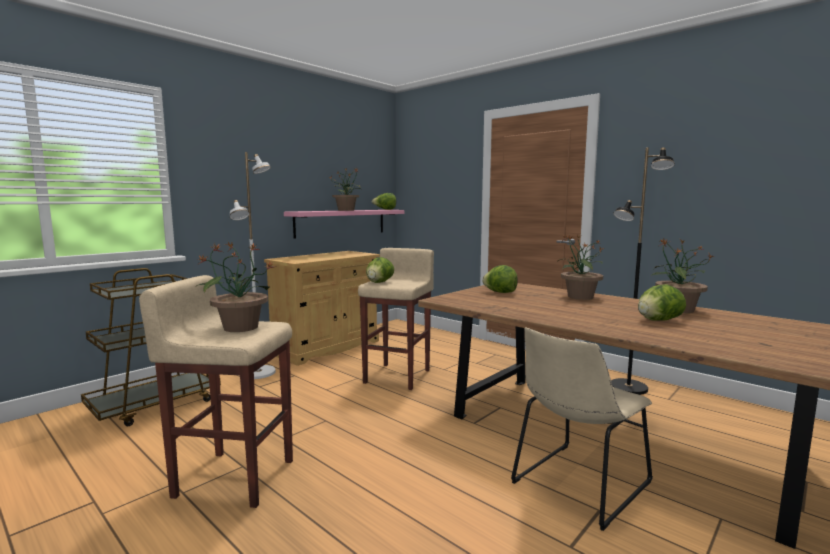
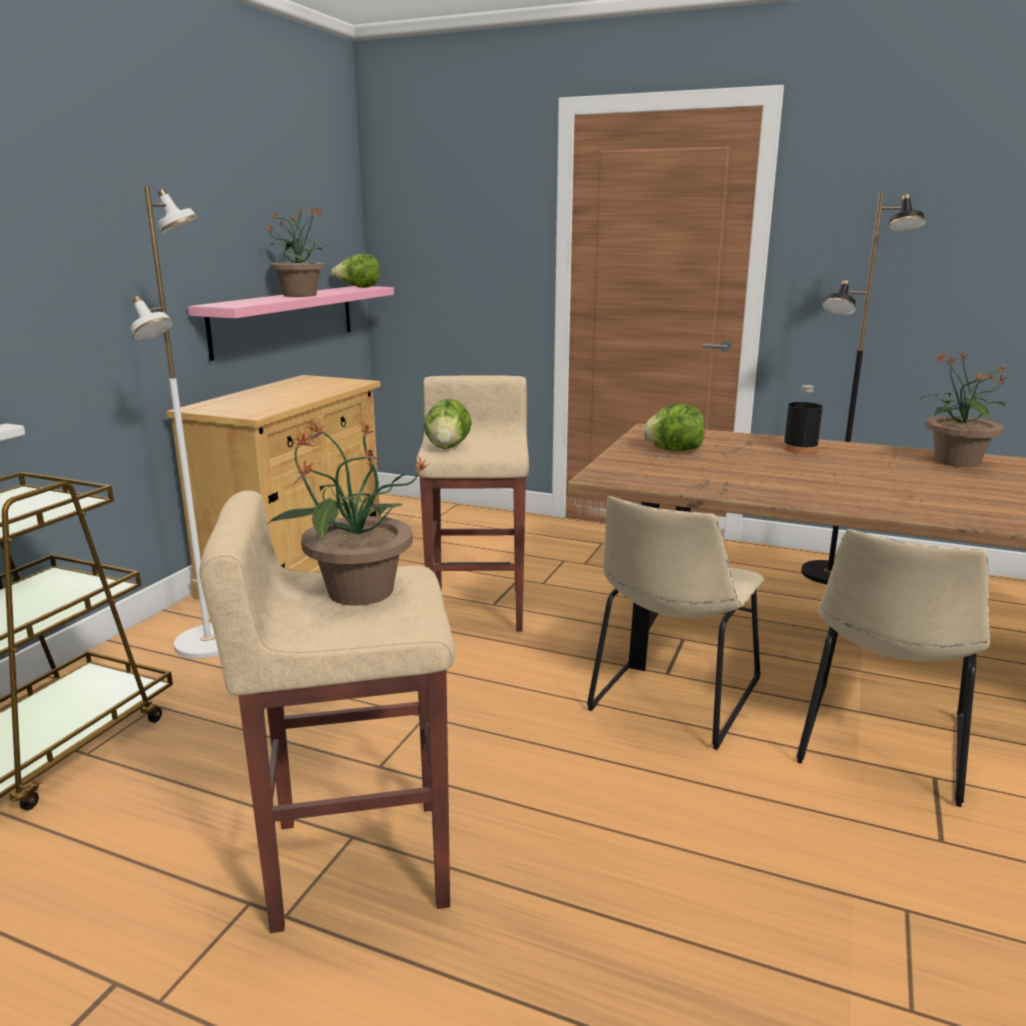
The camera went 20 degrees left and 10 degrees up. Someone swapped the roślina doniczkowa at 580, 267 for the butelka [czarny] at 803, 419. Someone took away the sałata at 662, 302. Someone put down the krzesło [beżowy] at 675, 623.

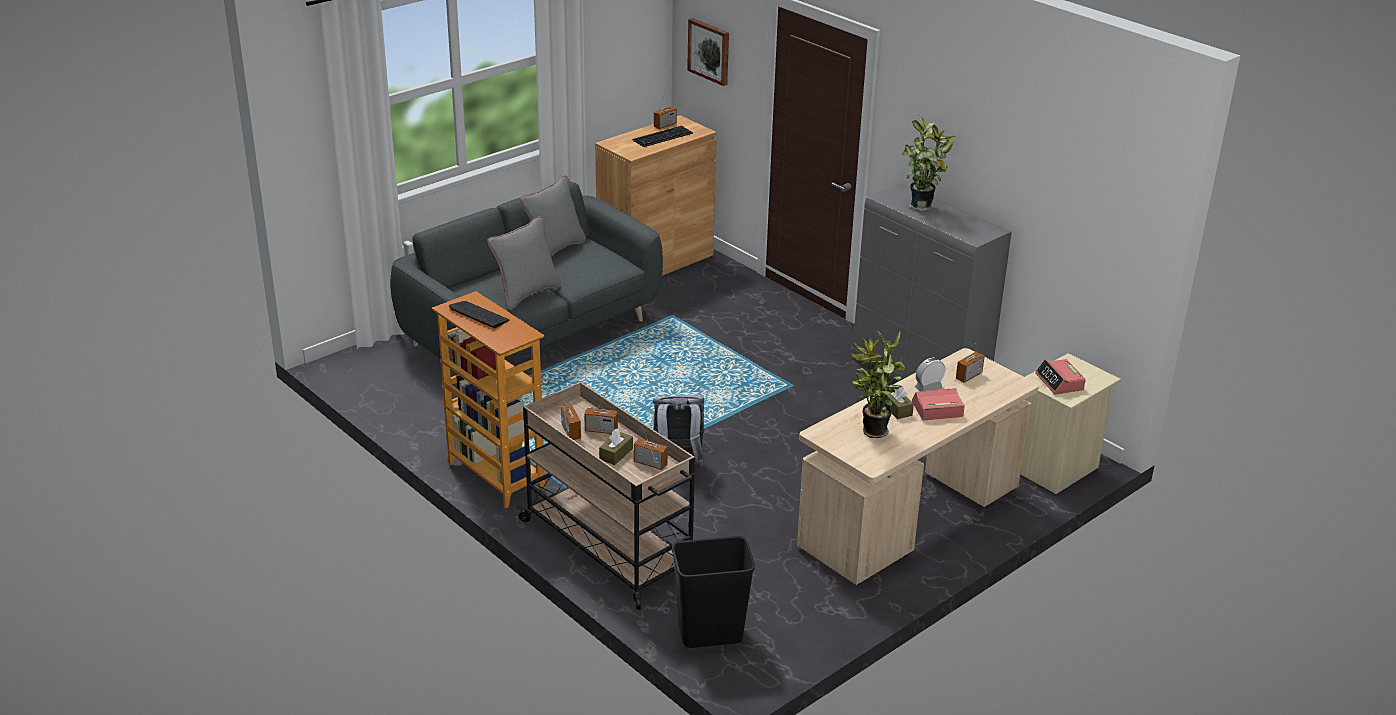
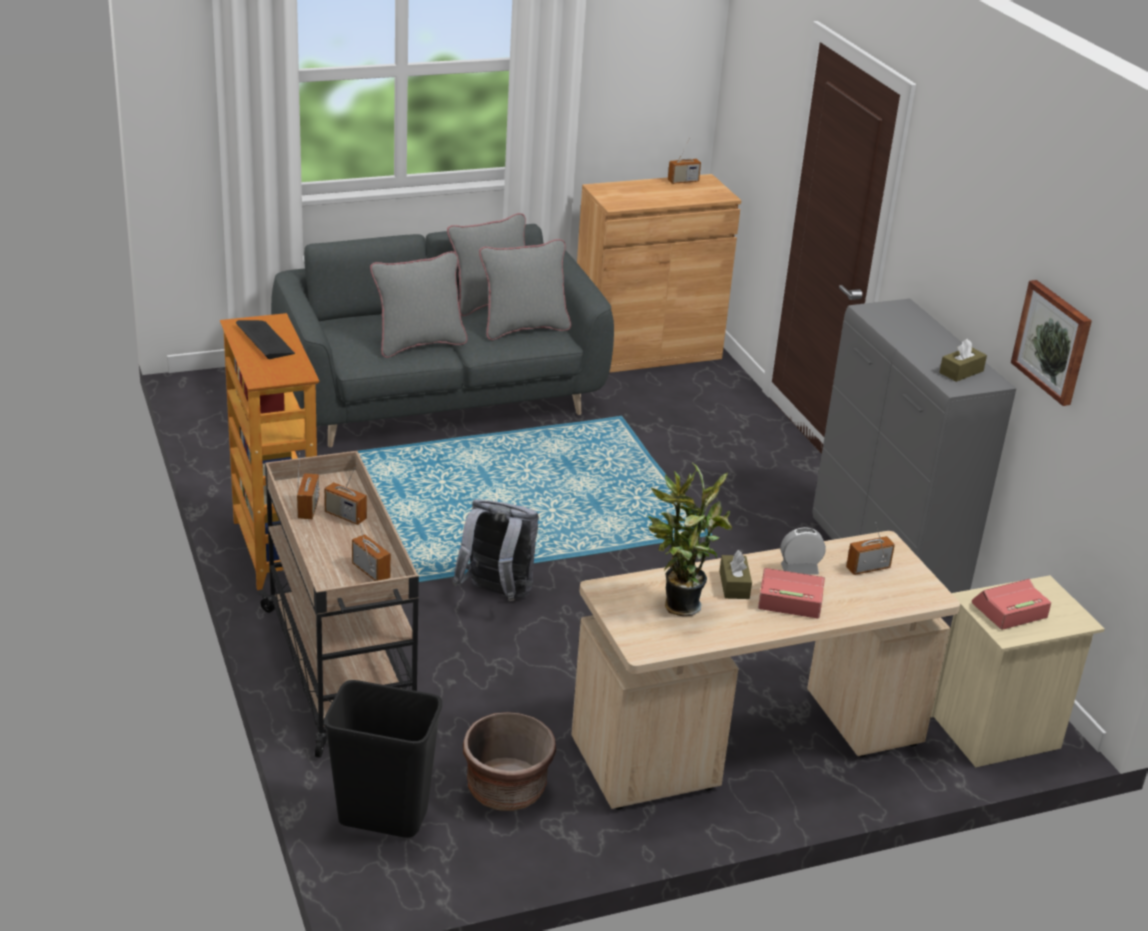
The camera went 20 degrees right and 0 degrees up. Someone carried the obraz from 708, 52 to 1051, 343. Someone took away the roślina doniczkowa at 929, 163. Someone took away the klawiatura at 663, 136. Someone rotated the budzik at 1060, 377 by 60 degrees clockwise. Someone carried the pudełko chusteczek [brązowy] from 616, 447 to 963, 360. Someone put down the poduszka [szary] at 525, 289. Someone put down the donica [brązowy] at 509, 761.

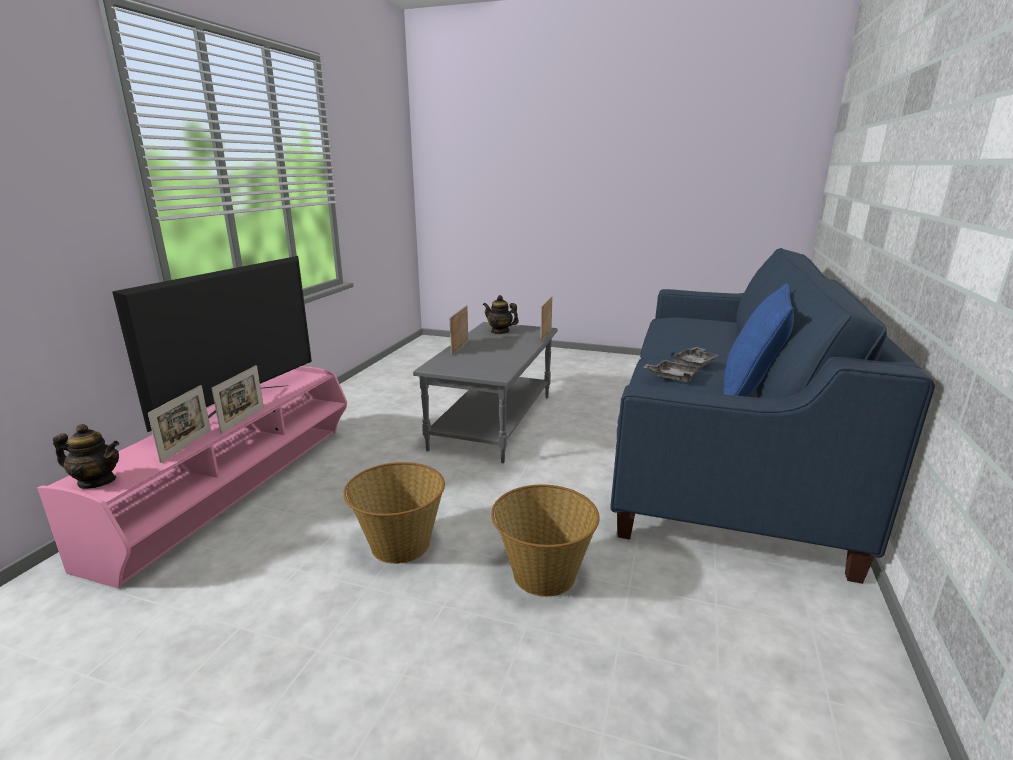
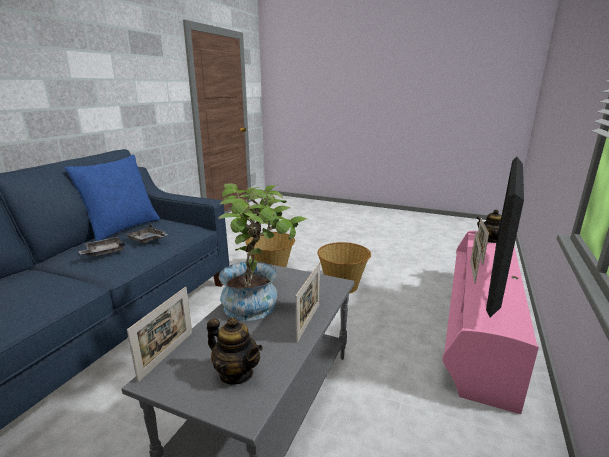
The camera went 175 degrees left and 0 degrees up. Someone put down the roślina doniczkowa at 262, 252.

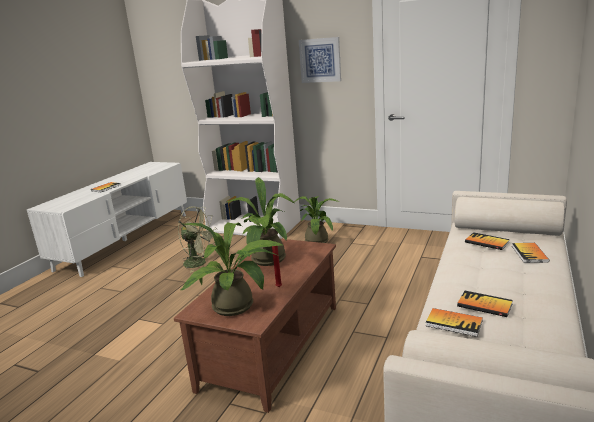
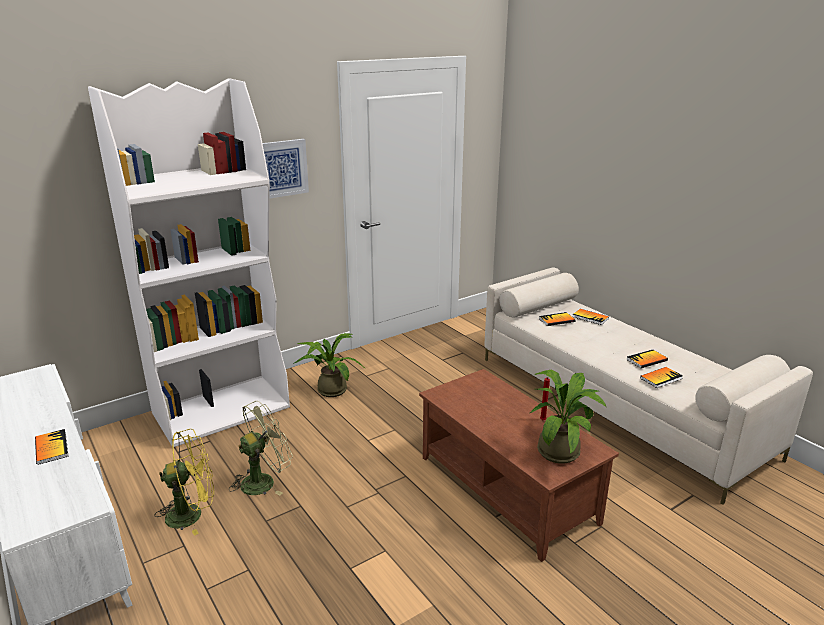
The camera went 60 degrees left and 5 degrees up. Someone took away the roślina doniczkowa at 261, 221. Someone put down the wentylator [żółty] at 184, 482.

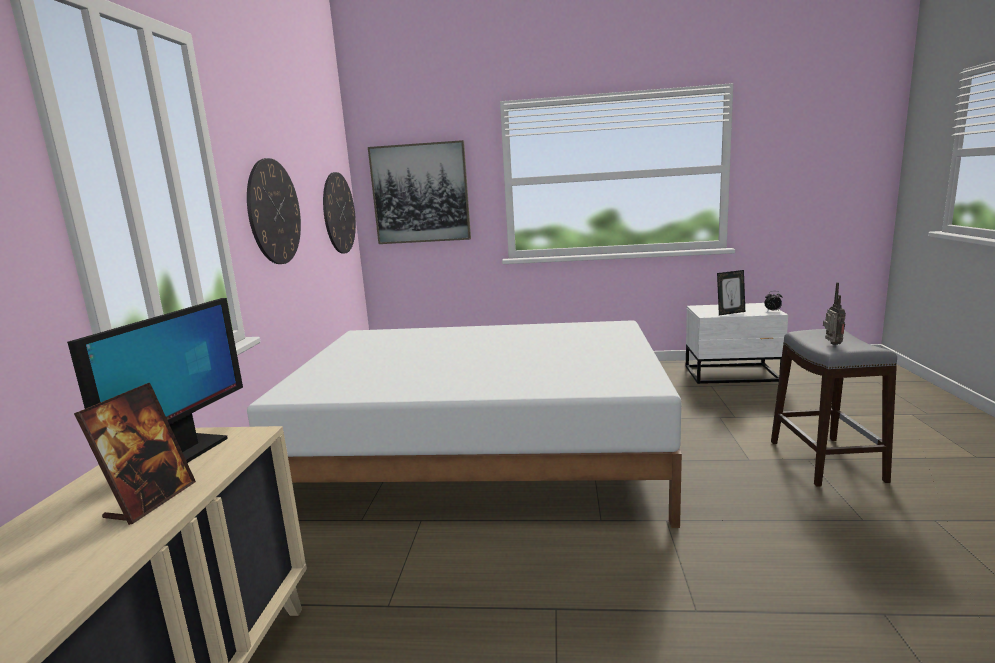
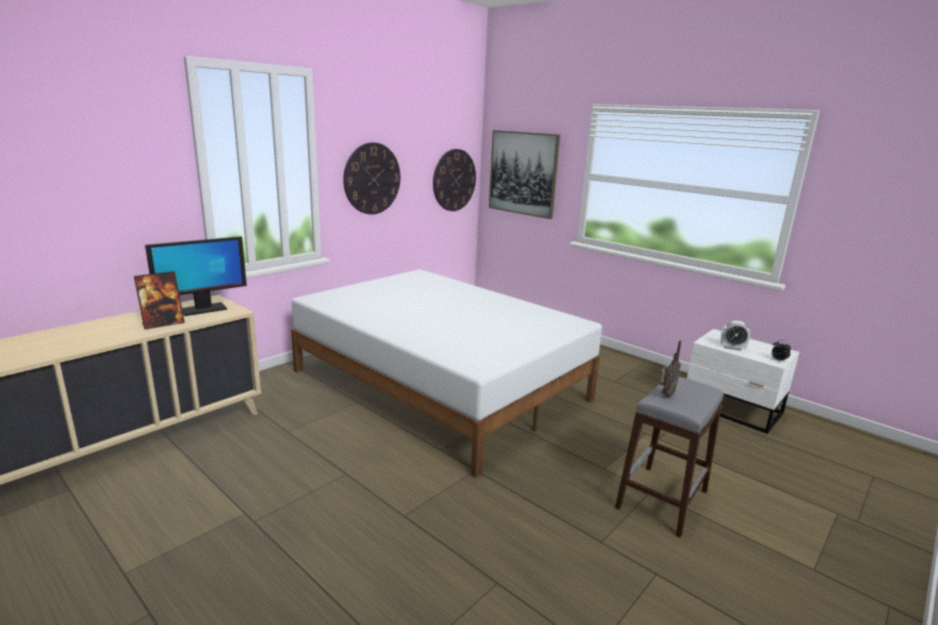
The camera went 35 degrees right and 5 degrees up. Someone swapped the ramka na zdjęcie at 731, 293 for the budzik at 735, 336.

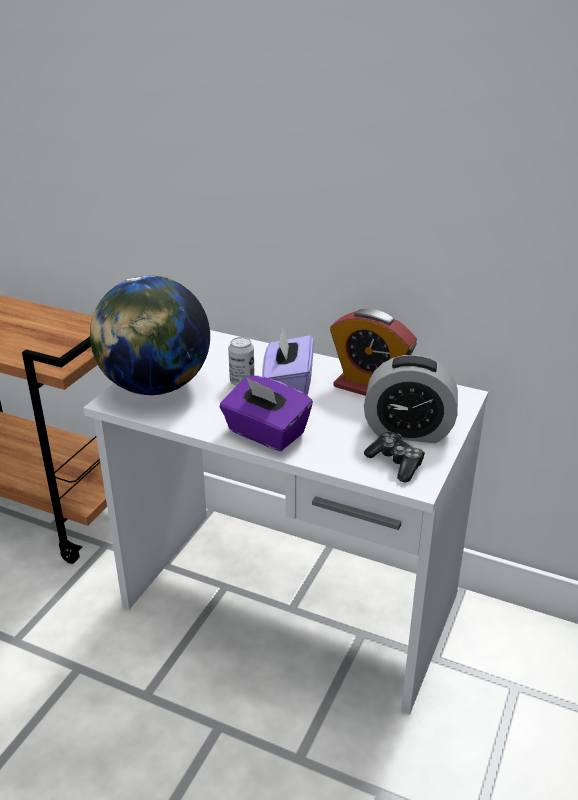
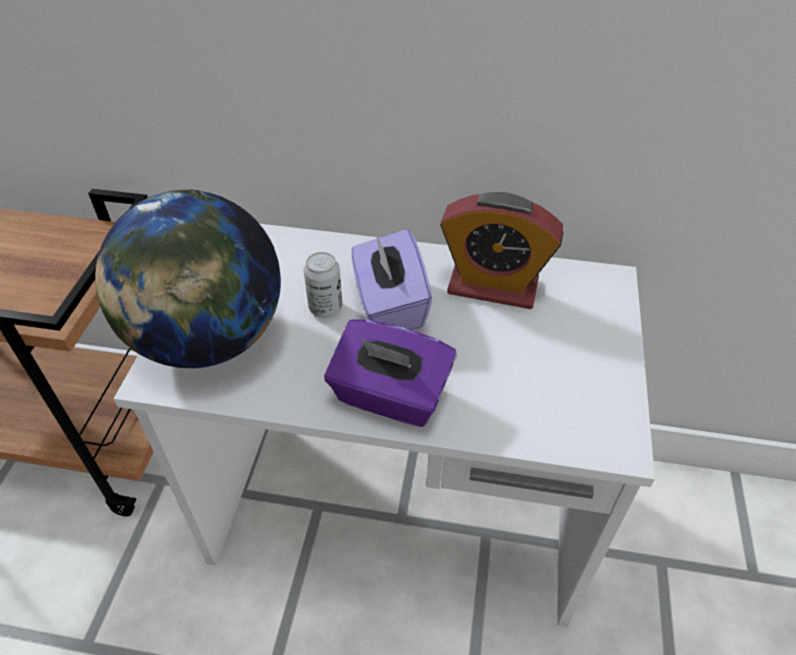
The camera went 15 degrees left and 15 degrees up. Someone took away the budzik at 411, 399. Someone took away the pad do gier at 394, 457.

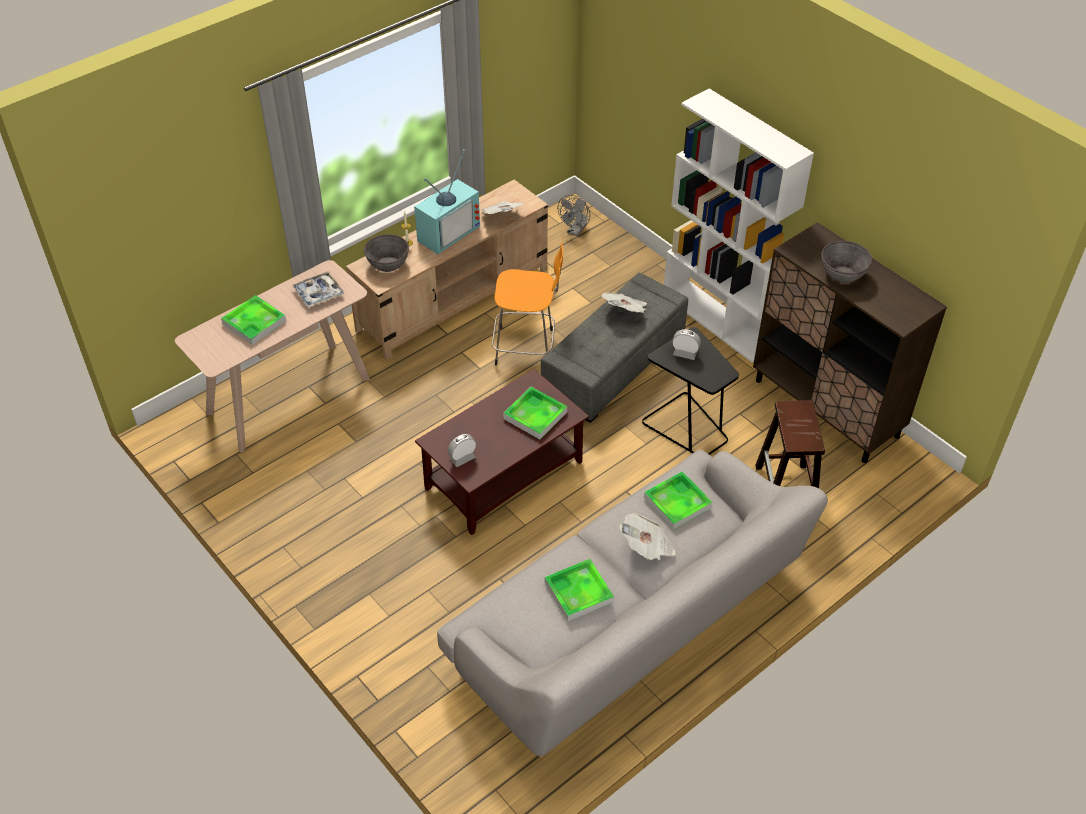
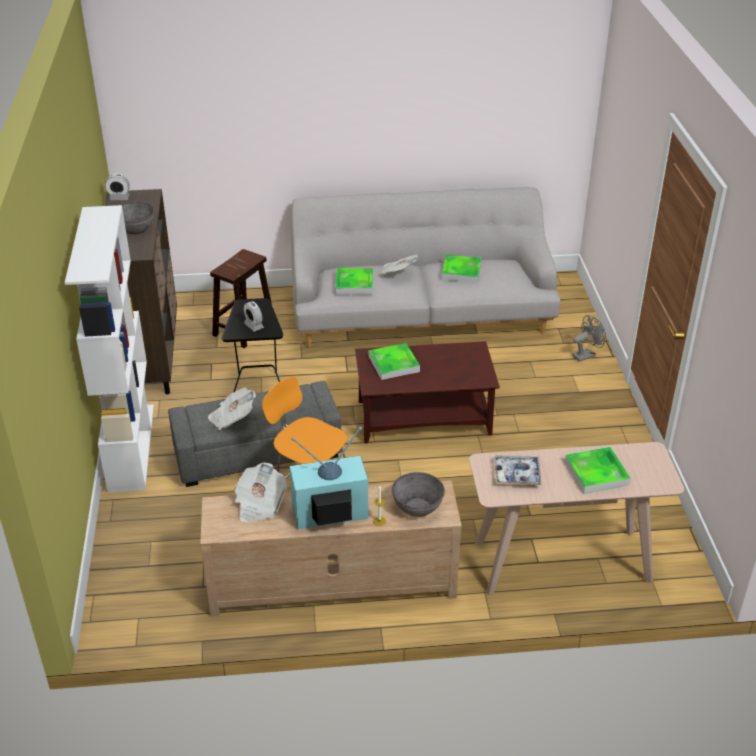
The camera went 145 degrees left and 10 degrees down. Someone carried the wentylator [szary] from 574, 215 to 589, 338. Someone carried the budzik from 462, 450 to 117, 187.

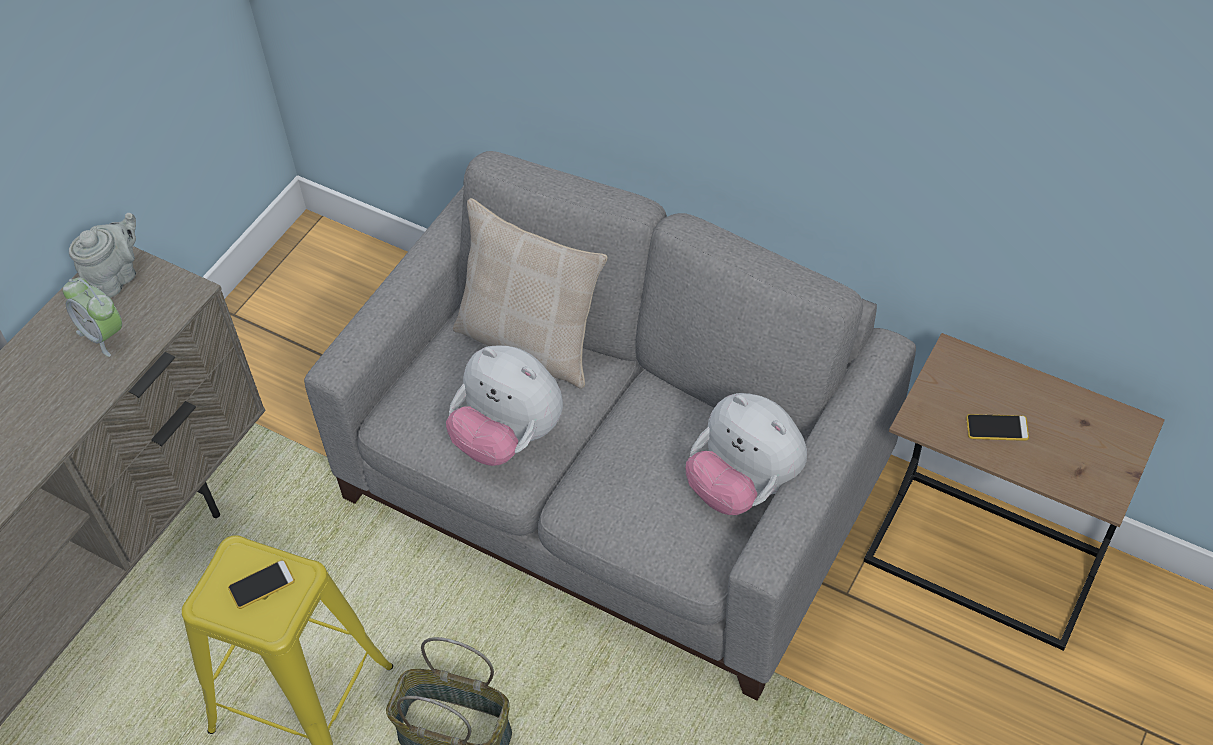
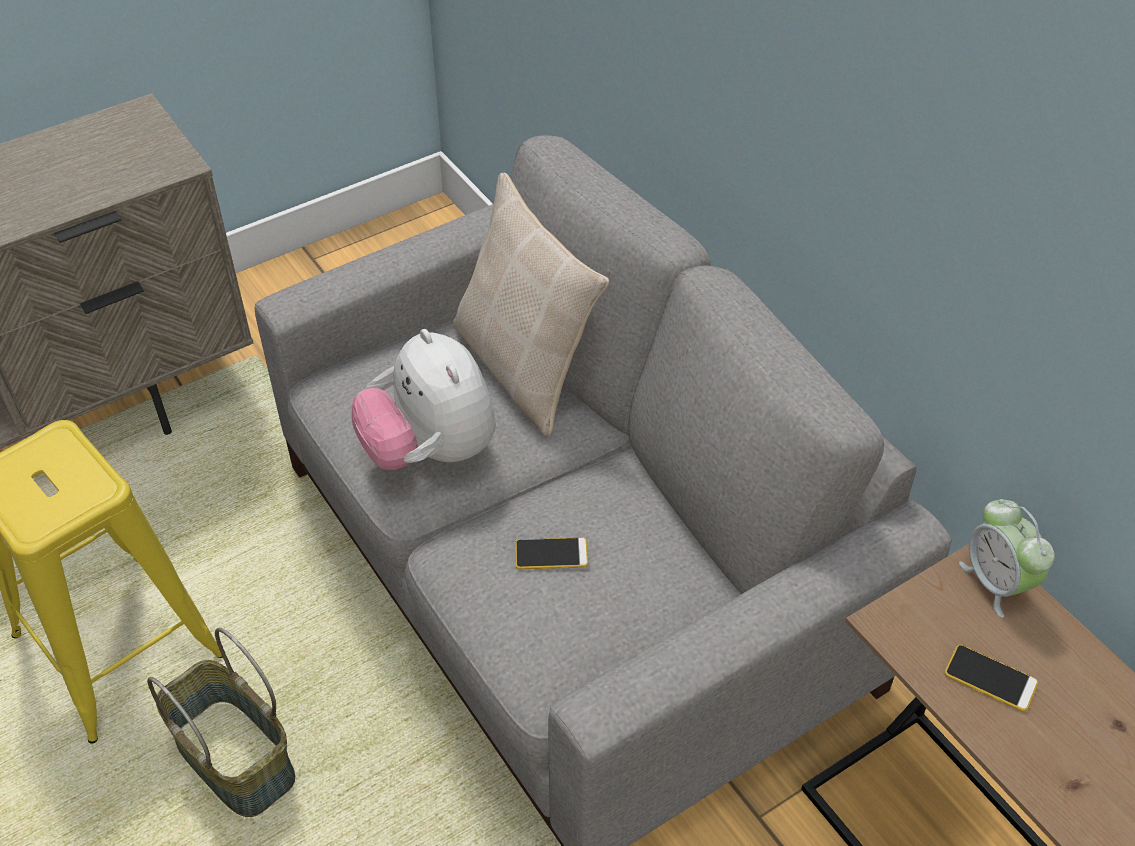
The camera went 25 degrees right and 5 degrees down. Someone took away the imbryk [szary] at 102, 255. Someone carried the budzik from 92, 317 to 1007, 558. Someone took away the pluszak at 746, 454. Someone carried the telefon from 261, 584 to 551, 553.

